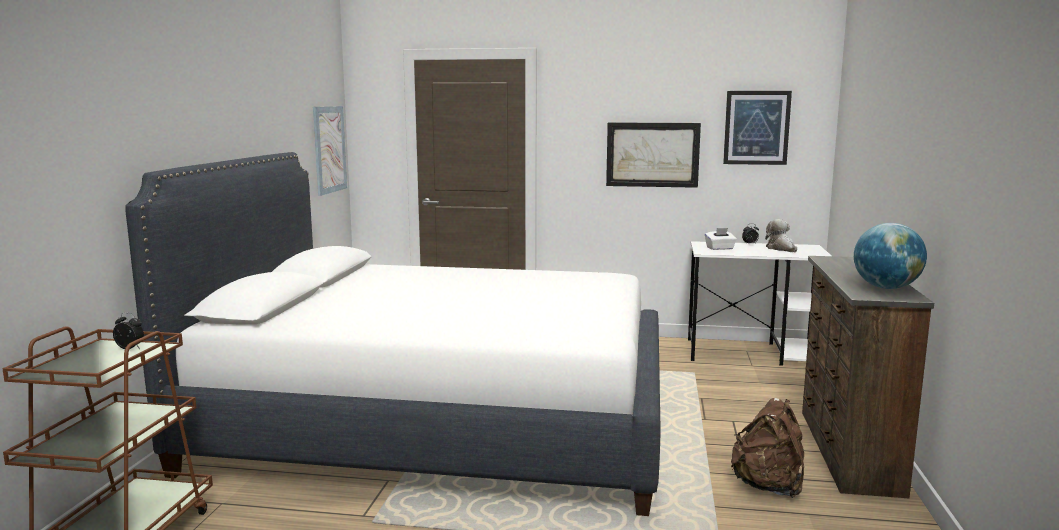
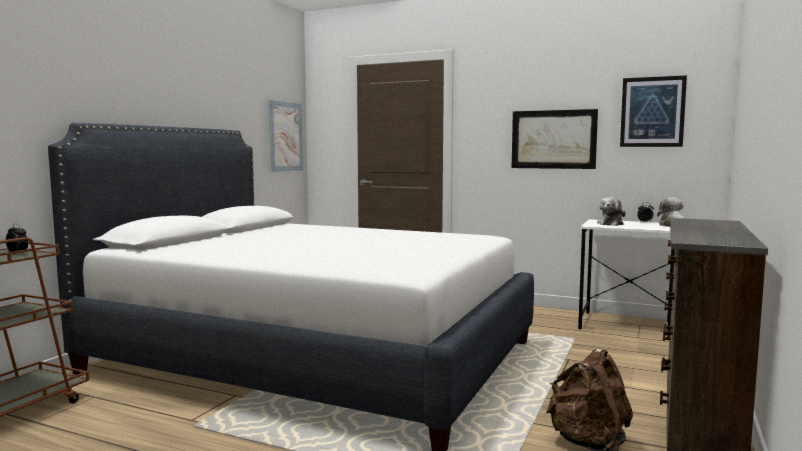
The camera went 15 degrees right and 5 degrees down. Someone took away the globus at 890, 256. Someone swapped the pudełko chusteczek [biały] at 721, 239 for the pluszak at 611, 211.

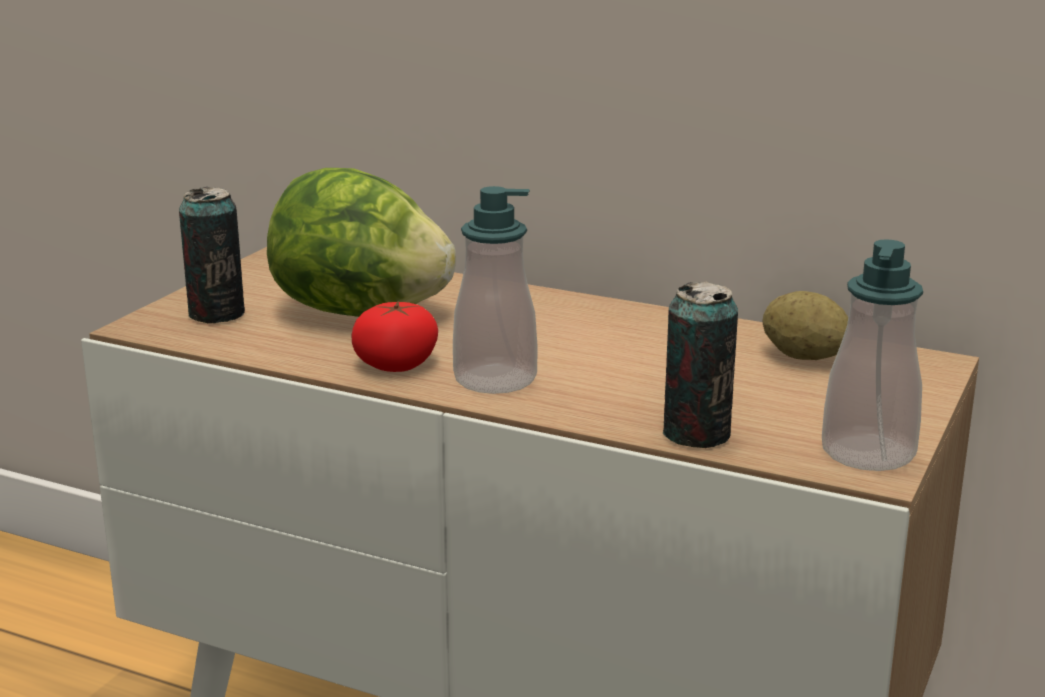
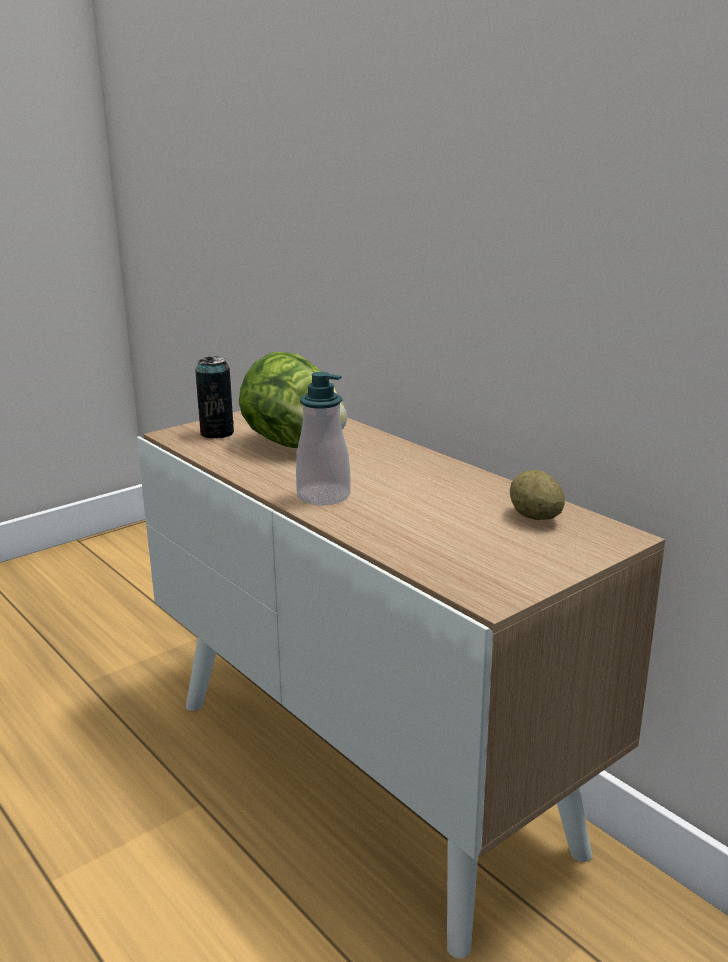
The camera went 25 degrees right and 0 degrees up. Someone took away the dozownik mydła at 872, 355. Someone took away the puszka at 700, 364. Someone took away the pomidor at 395, 336.

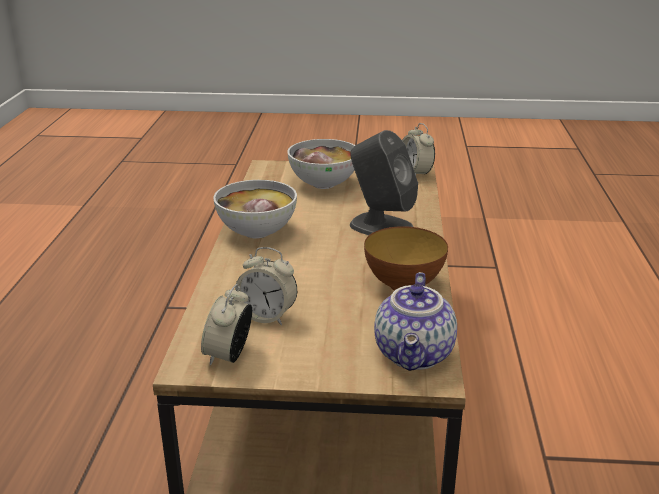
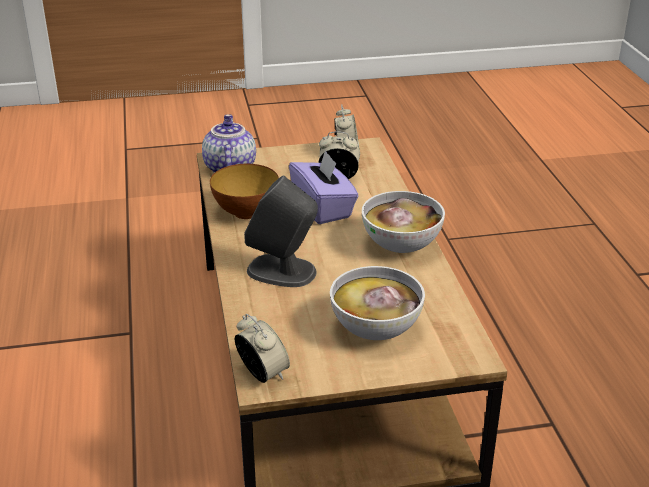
The camera went 165 degrees right and 5 degrees up. Someone put down the pudełko chusteczek [fioletowy] at 324, 187.

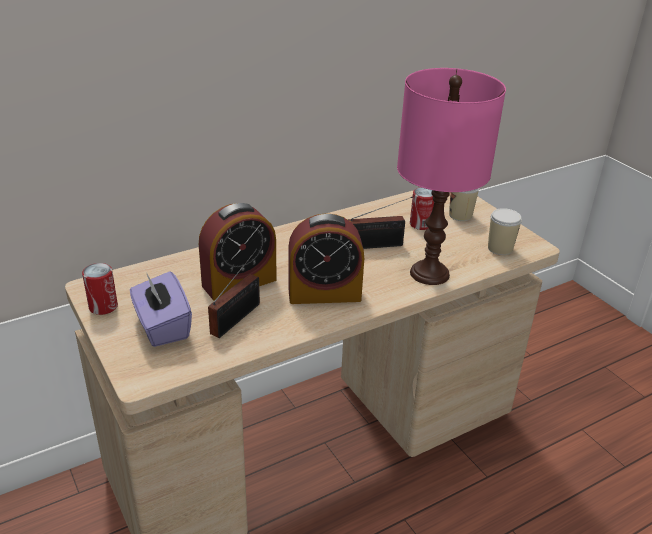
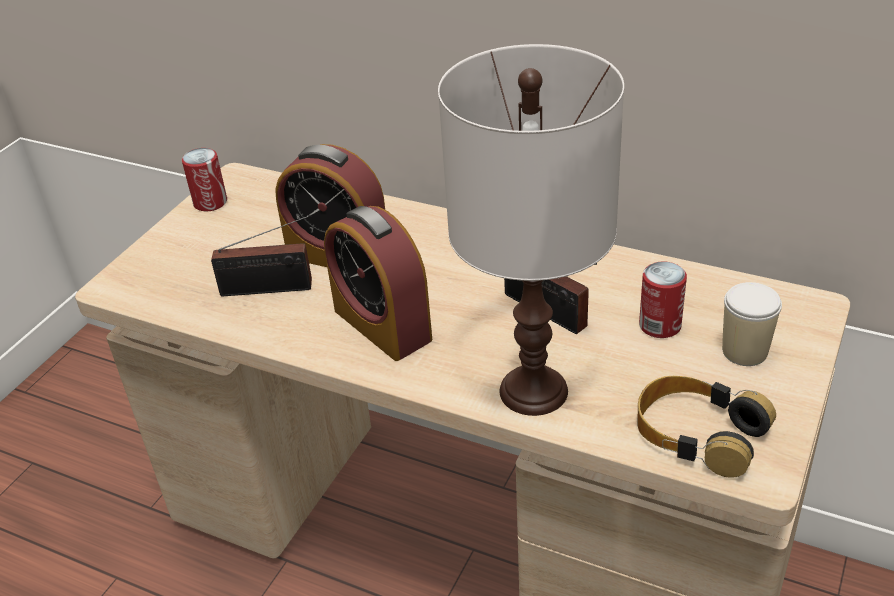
The camera went 60 degrees right and 5 degrees up. Someone repainted the lampa stołowa [różowy] at 451, 176, which became the lampa stołowa [biały] at 531, 230. Someone swapped the filiżanka at 505, 231 for the słuchawki at 706, 427. Someone took away the pudełko chusteczek [fioletowy] at 161, 309.

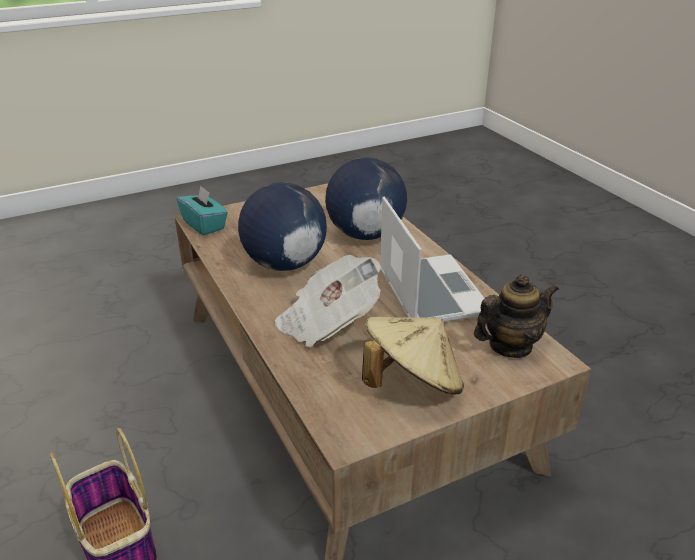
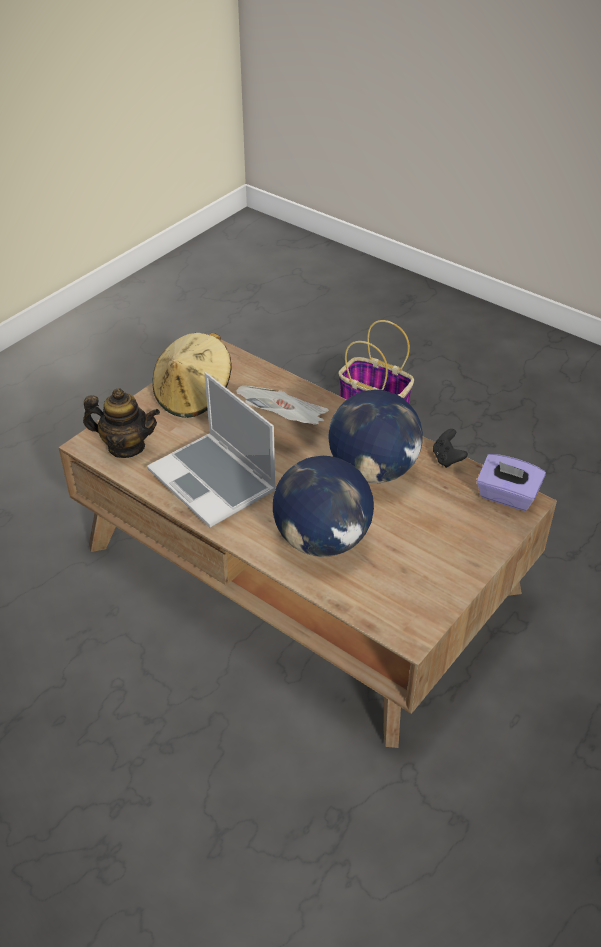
The camera went 155 degrees right and 10 degrees up. Someone repainted the pudełko chusteczek [turkusowy] at 202, 210, which became the pudełko chusteczek [fioletowy] at 511, 482. Someone rotated the imbryk at 516, 316 by 120 degrees counterclockwise. Someone put down the pad do gier [czarny] at 450, 448.

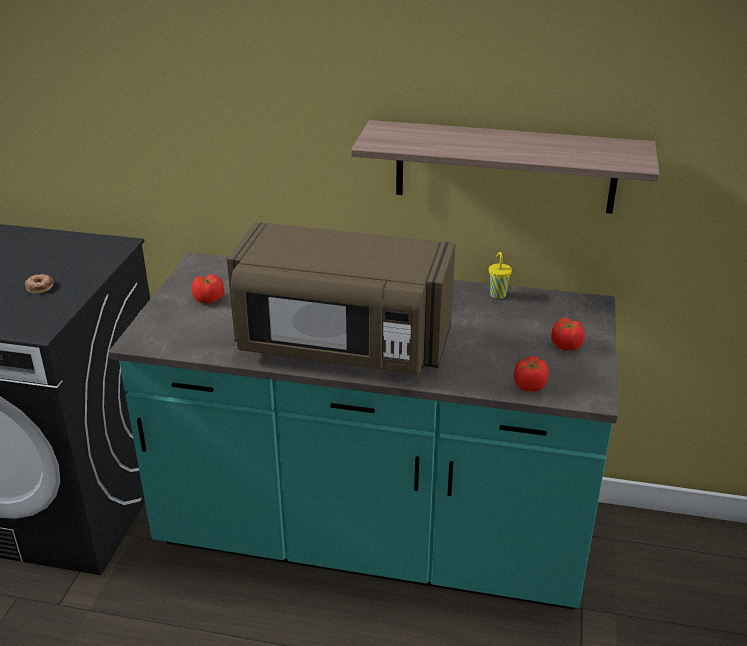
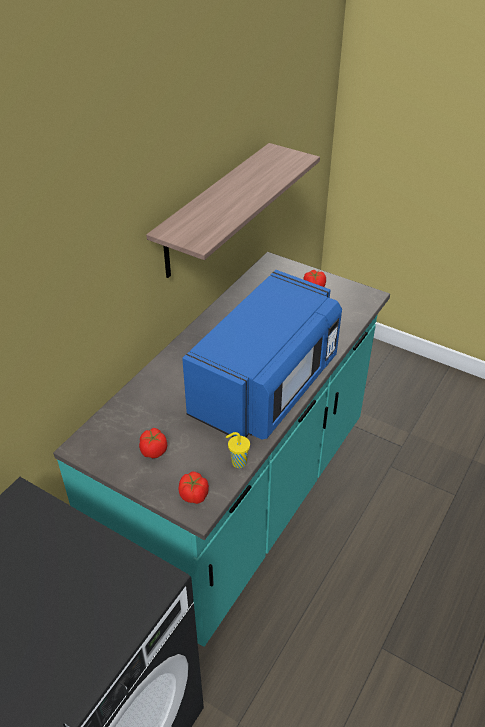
The camera went 70 degrees left and 10 degrees up. Someone repainted the mikrofalówka [brązowy] at 341, 298, which became the mikrofalówka [niebieski] at 262, 355. Someone carried the filiżanka [żółty] from 500, 275 to 238, 450. Someone took away the donut at 39, 284. Someone carried the pomidor from 531, 374 to 194, 487.

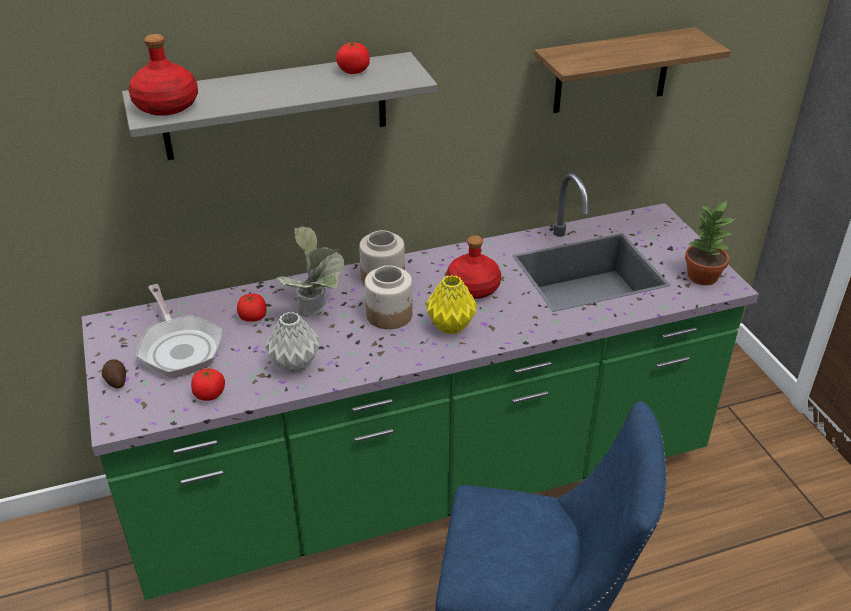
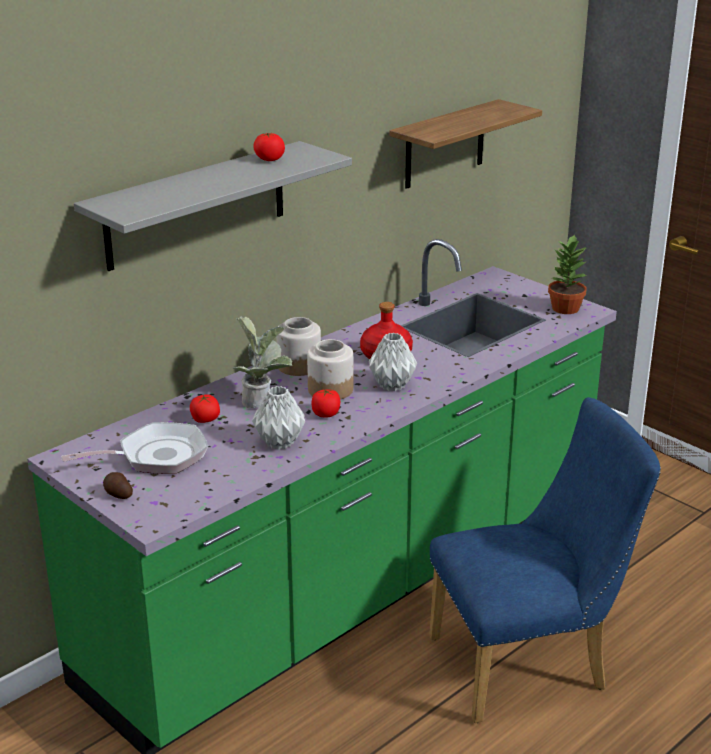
The camera went 25 degrees left and 10 degrees down. Someone took away the butelka [czerwony] at 163, 75. Someone repainted the wazon [żółty] at 451, 305, which became the wazon [szary] at 393, 362. Someone rotated the patelnia at 179, 331 by 60 degrees counterclockwise. Someone carried the pomidor from 208, 384 to 326, 403.

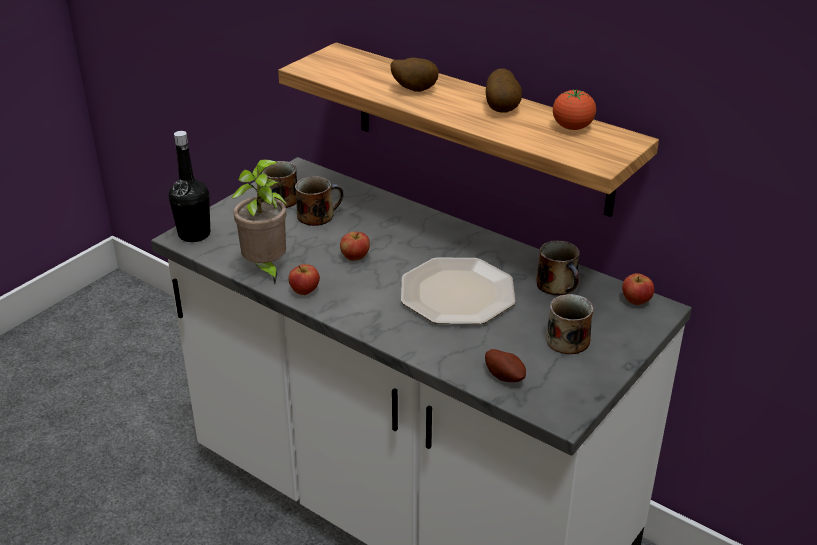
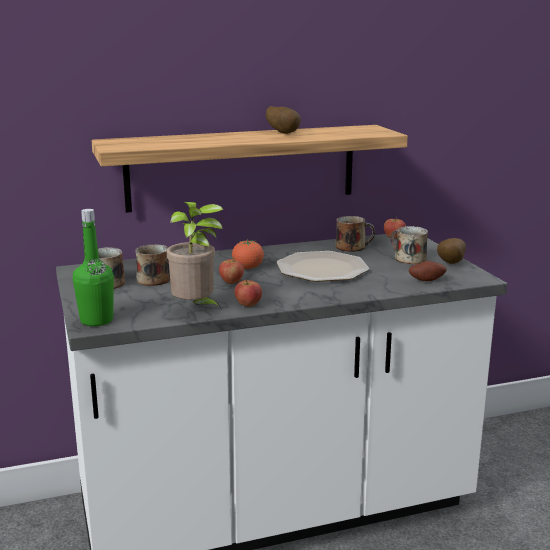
The camera went 55 degrees left and 15 degrees down. Someone carried the ziemniak from 414, 75 to 451, 251. Someone carried the pomidor from 574, 109 to 248, 254. Someone repainted the butelka [czarny] at 189, 186, which became the butelka [zielony] at 93, 267.

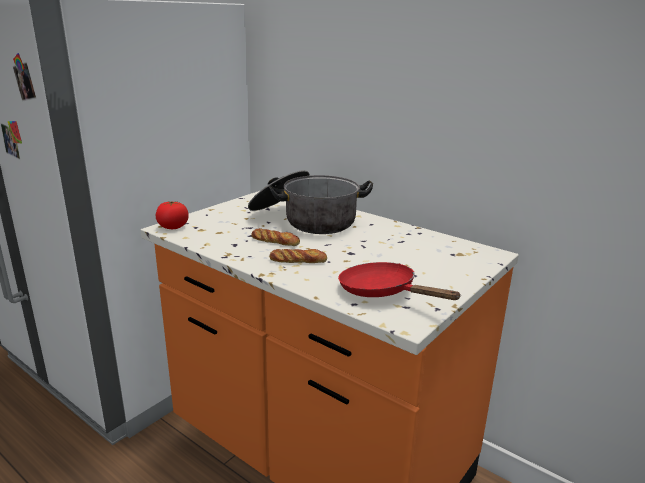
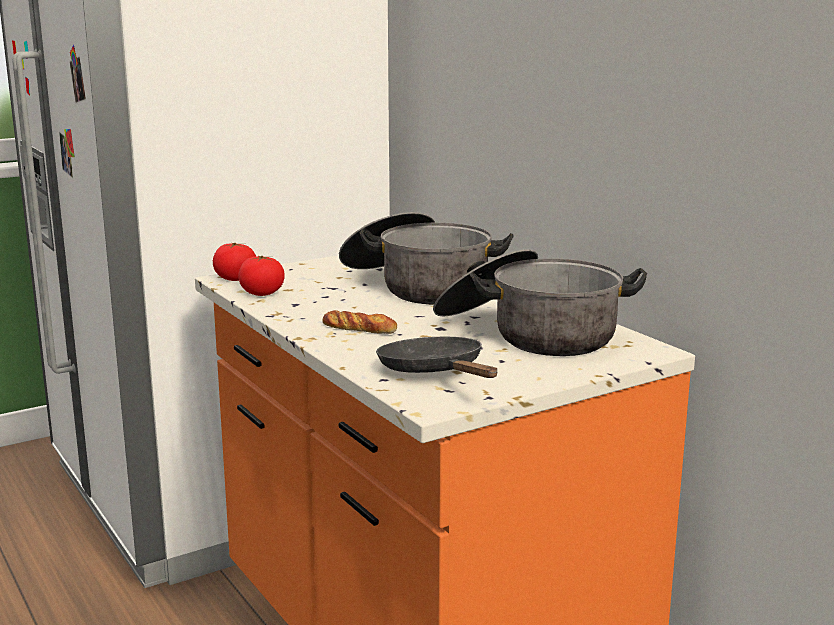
The camera went 20 degrees right and 5 degrees down. Someone took away the chleb at 275, 237. Someone repainted the patelnia [czerwony] at 399, 281, which became the patelnia [czarny] at 436, 357. Someone put down the garnek at 540, 302. Someone put down the pomidor at 261, 276.

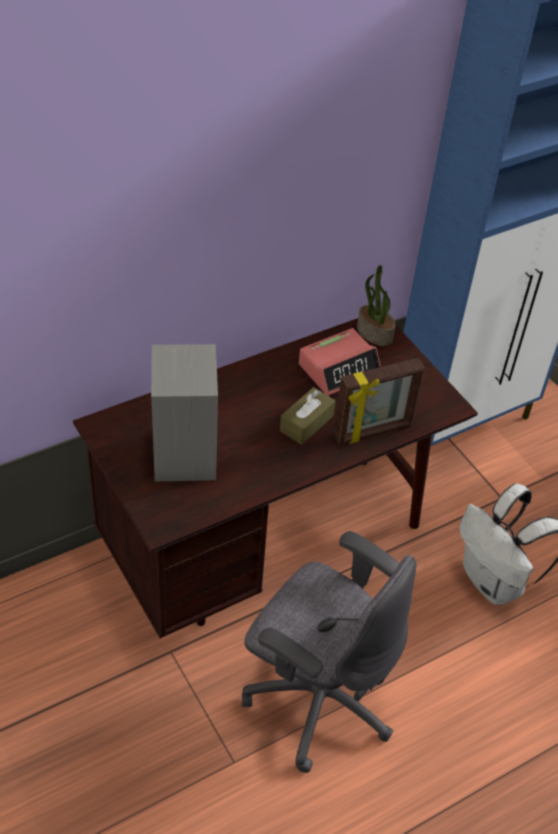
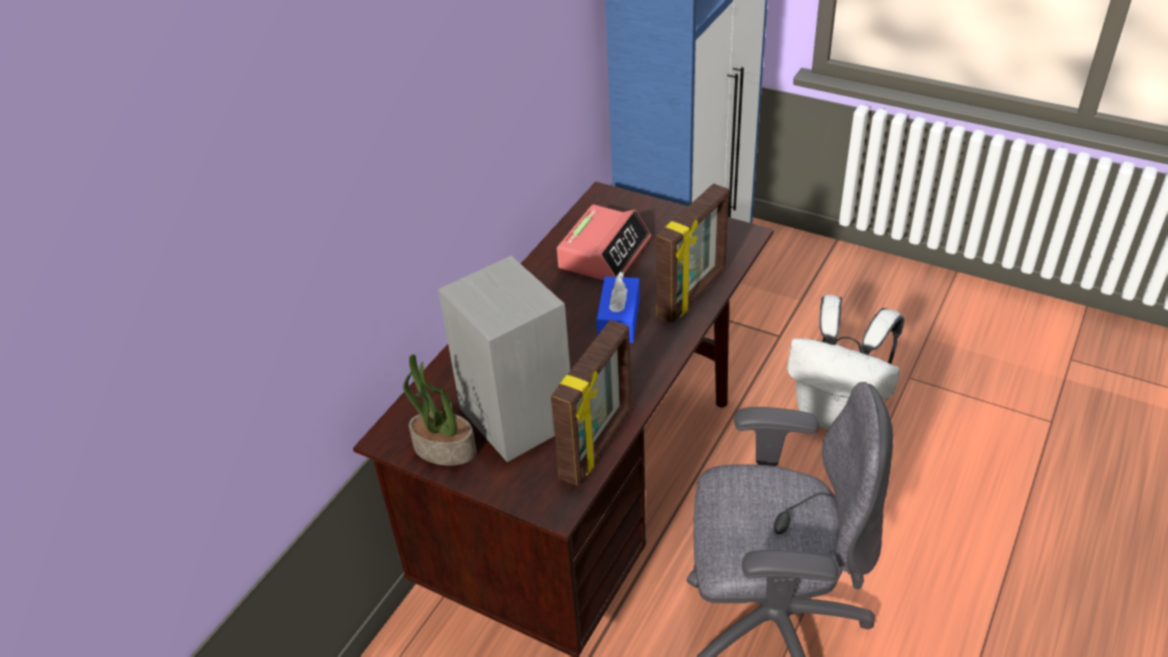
The camera went 25 degrees left and 5 degrees down. Someone carried the roślina doniczkowa from 376, 305 to 439, 410. Someone repainted the pudełko chusteczek [brązowy] at 307, 416, which became the pudełko chusteczek [niebieski] at 618, 307. Someone put down the ramka na zdjęcie at 591, 403.

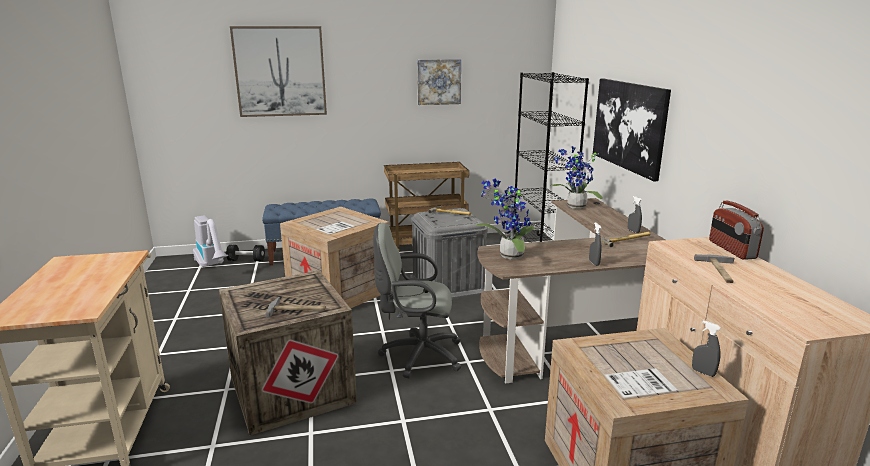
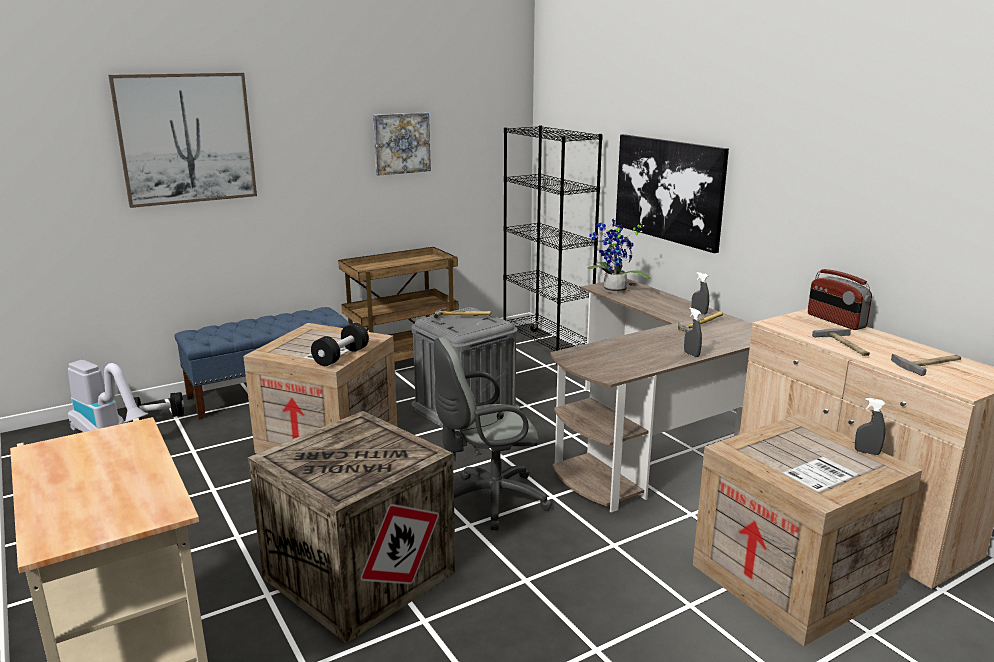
The camera went 20 degrees left and 0 degrees up. Someone took away the roślina doniczkowa at 505, 219. Someone carried the młotek from 296, 307 to 926, 365. Someone put down the hantel [czarny] at 340, 344.

